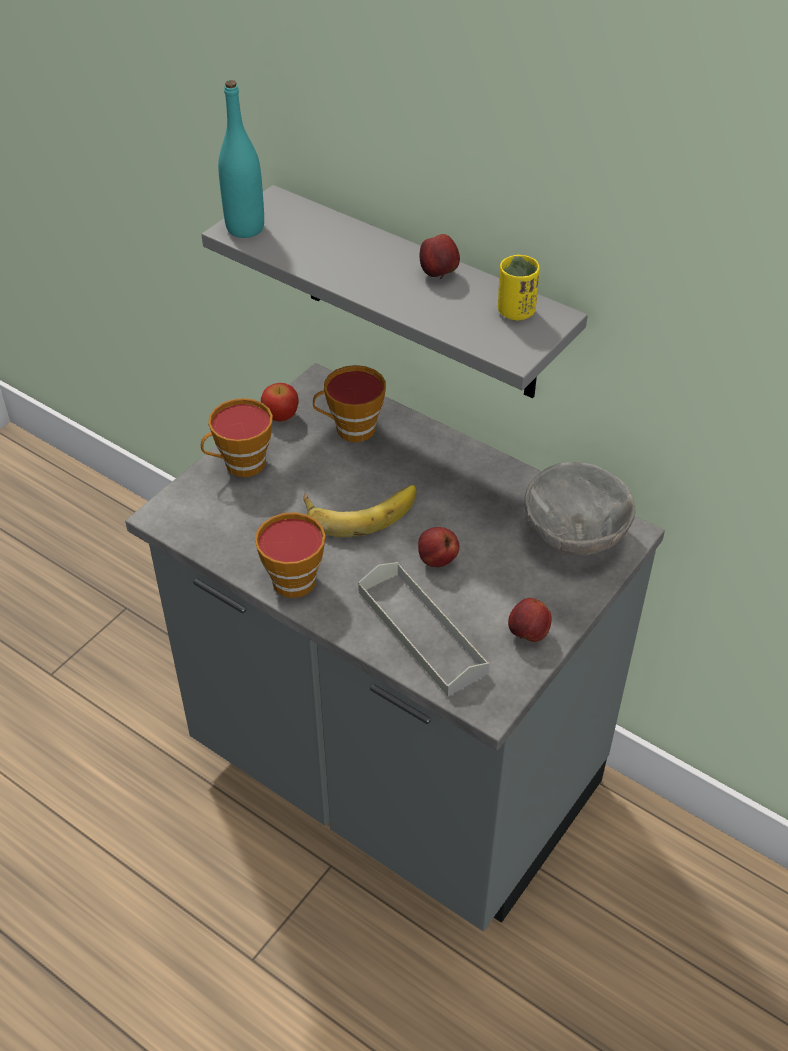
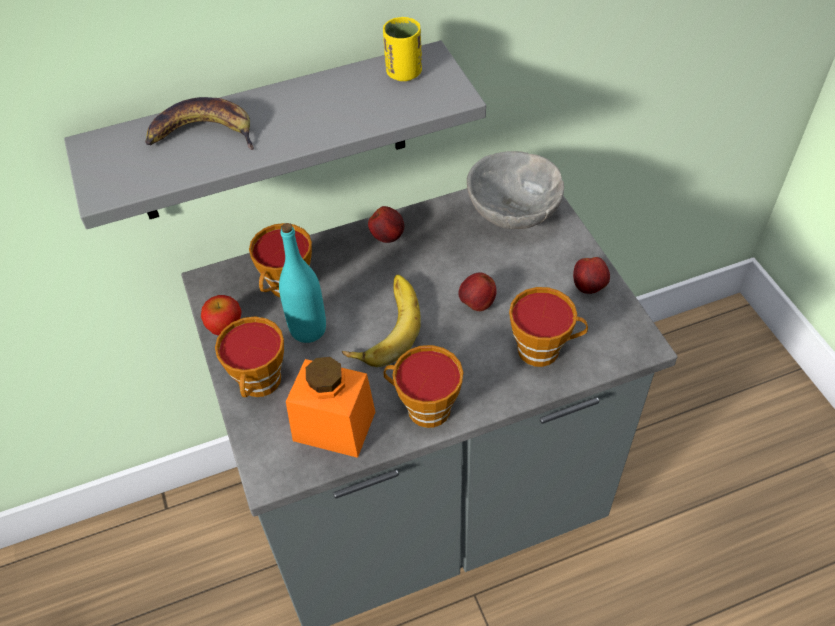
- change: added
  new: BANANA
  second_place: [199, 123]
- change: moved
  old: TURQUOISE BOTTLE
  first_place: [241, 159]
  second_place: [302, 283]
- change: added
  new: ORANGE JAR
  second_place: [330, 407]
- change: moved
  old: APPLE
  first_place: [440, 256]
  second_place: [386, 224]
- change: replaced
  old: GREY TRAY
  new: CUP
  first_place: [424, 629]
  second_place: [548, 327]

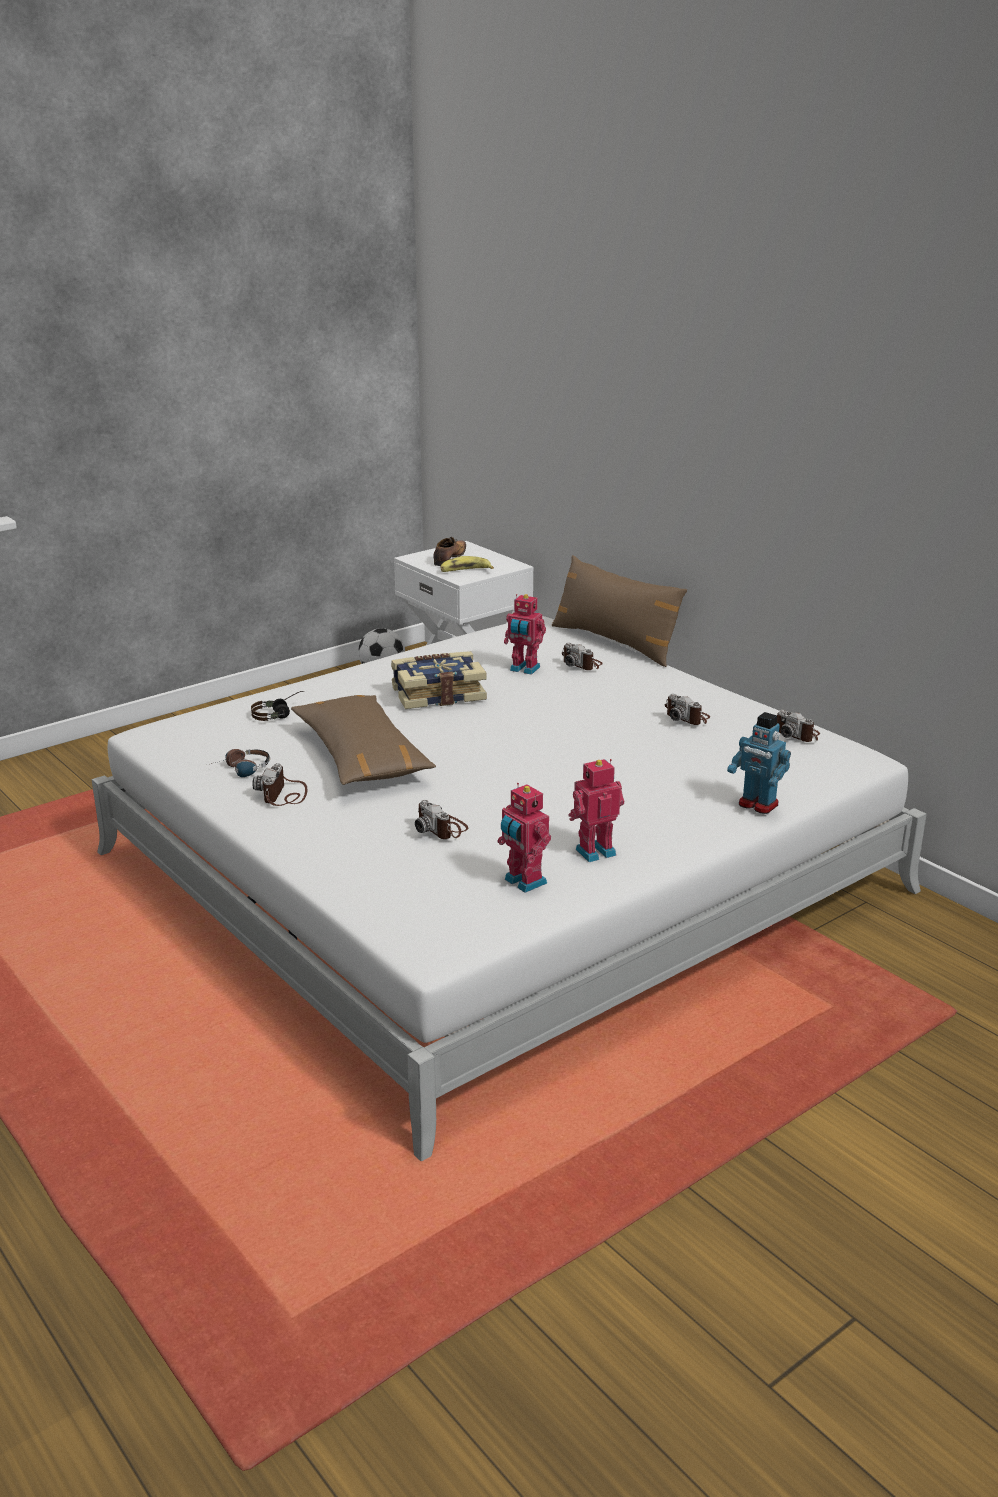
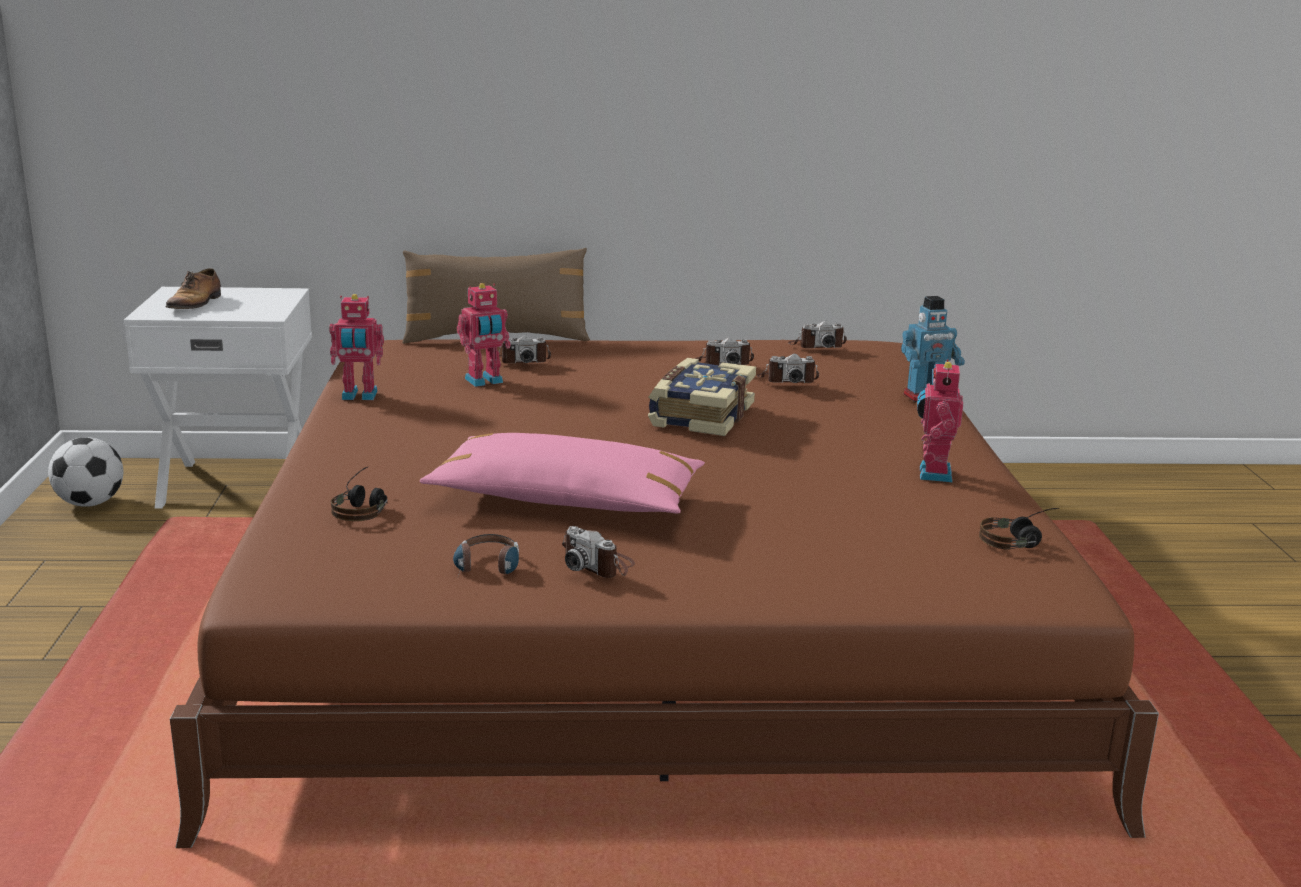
- change: turned
  old: SHOE
  first_place: [450, 551]
  second_place: [193, 288]
  degrees: -135
- change: recoloured
  old: WHITE BED
  new: BROWN BED
  first_place: [509, 888]
  second_place: [664, 593]
- change: moved
  old: TOY ROBOT
  first_place: [524, 838]
  second_place: [356, 347]
- change: recoloured
  old: BROWN PILLOW
  new: PINK PILLOW
  first_place: [363, 740]
  second_place: [562, 473]
- change: moved
  old: BOOK
  first_place: [439, 680]
  second_place: [702, 397]
- change: moved
  old: PHOTO CAMERA
  first_place: [441, 819]
  second_place: [788, 368]
- change: added
  new: HEADPHONES
  second_place: [1019, 529]
- change: removed
  old: BANANA
  first_place: [467, 564]

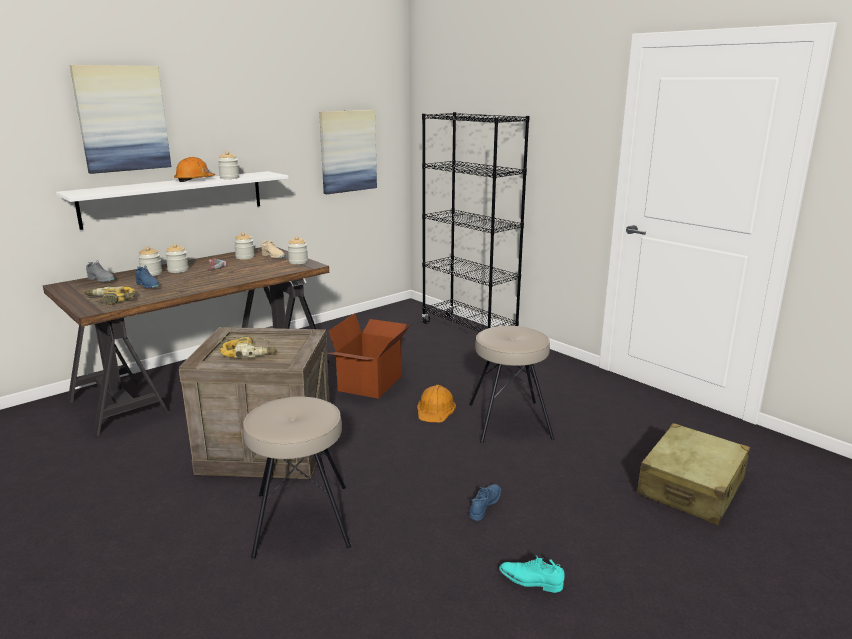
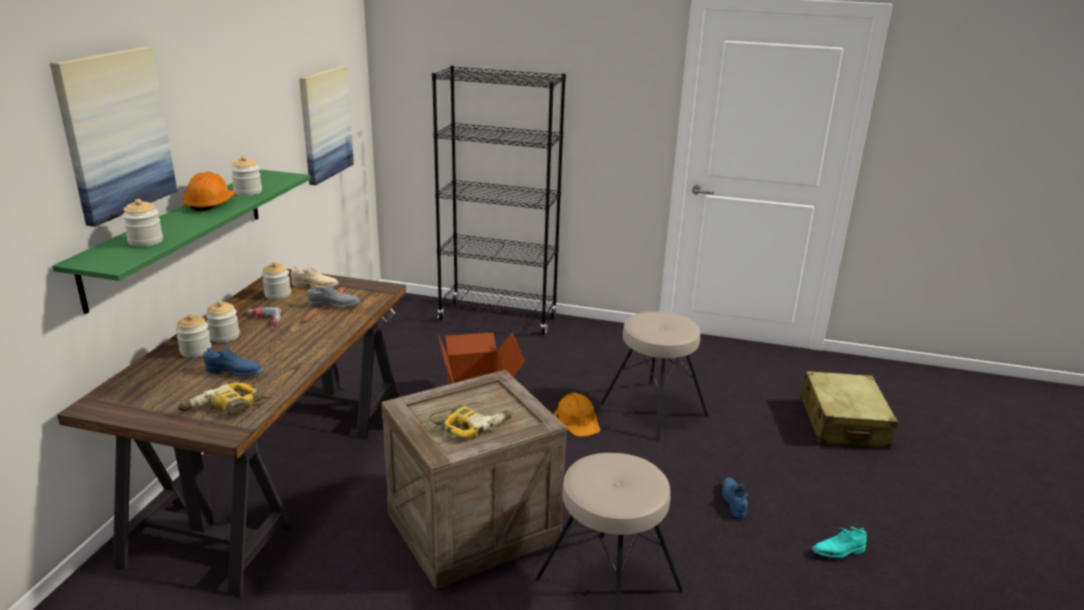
- change: recoloured
  old: WHITE SHELF
  new: GREEN SHELF
  first_place: [172, 200]
  second_place: [181, 242]
- change: moved
  old: JAR
  first_place: [297, 250]
  second_place: [142, 223]
- change: moved
  old: GREY SHOE
  first_place: [100, 271]
  second_place: [333, 295]

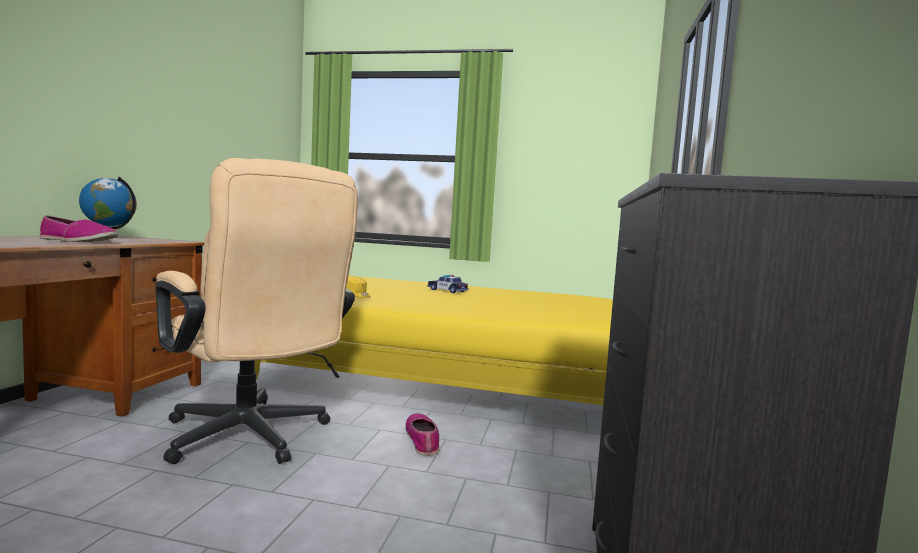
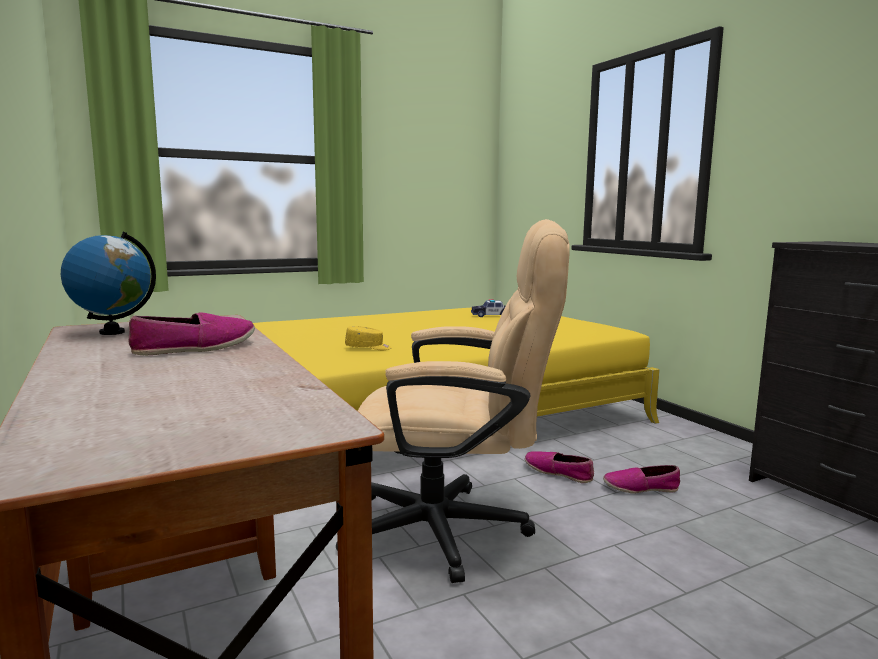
- change: moved
  old: TOY CAR
  first_place: [447, 284]
  second_place: [488, 308]
- change: added
  new: SHOE
  second_place: [641, 479]

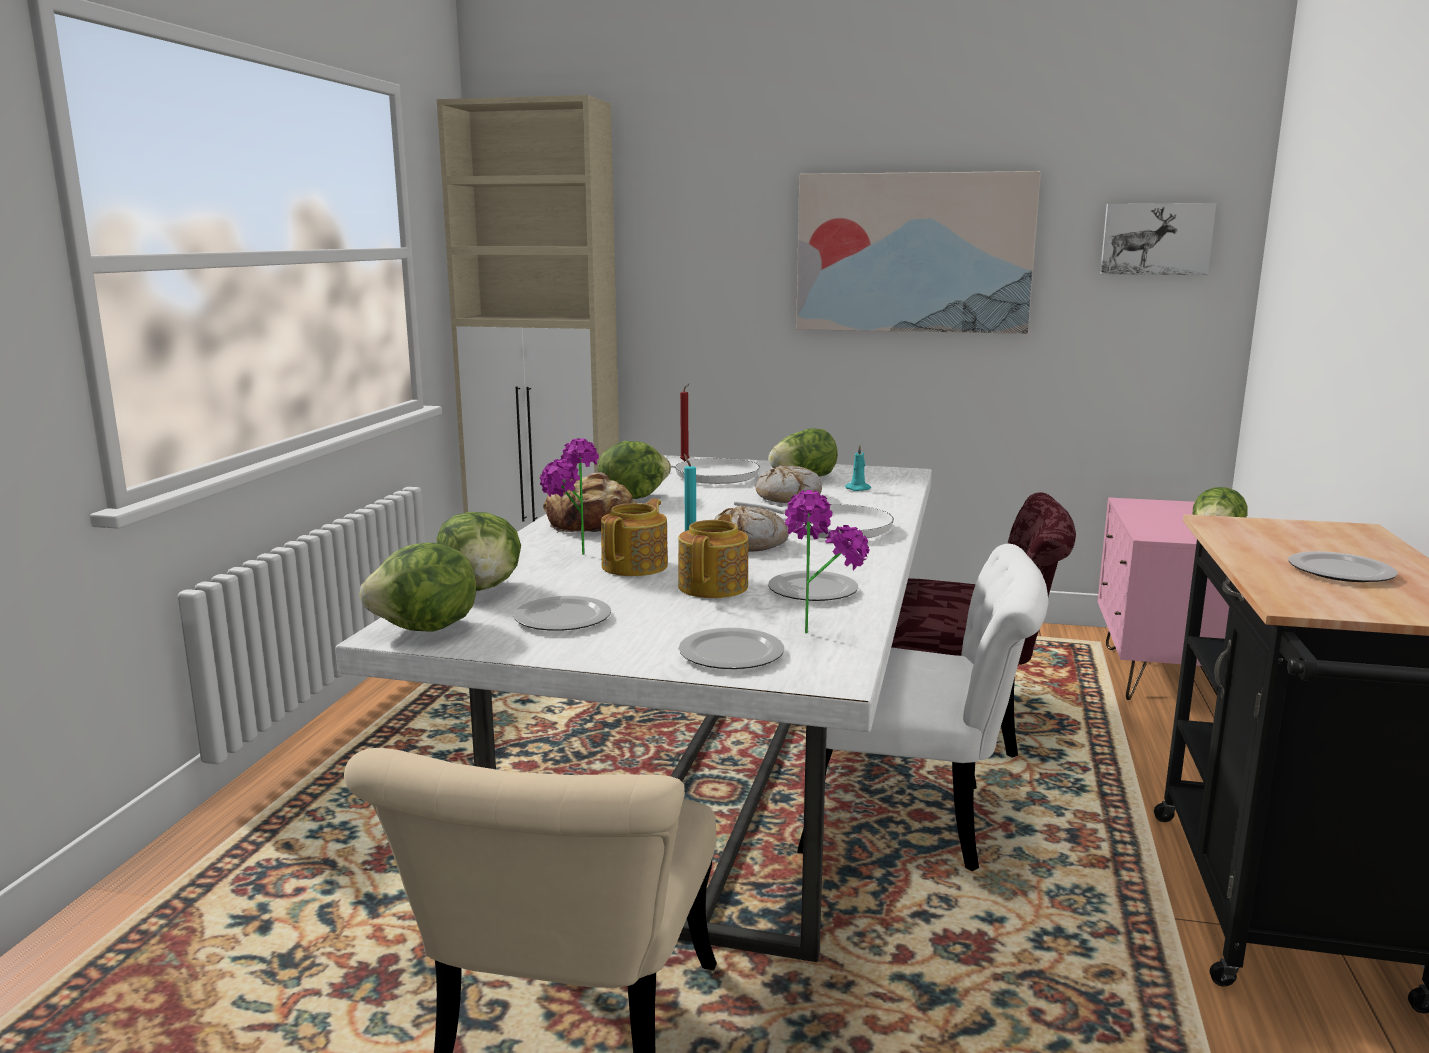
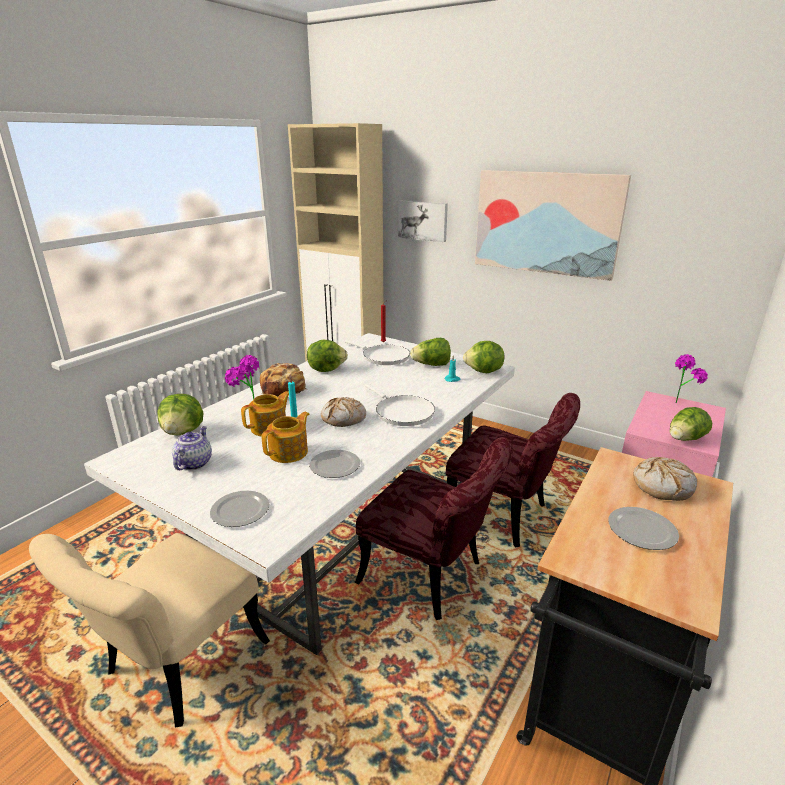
- change: replaced
  old: PLATE
  new: TEAPOT
  first_place: [562, 613]
  second_place: [192, 448]
- change: recoloured
  old: WHITE CHAIR
  new: RED CHAIR
  first_place: [922, 707]
  second_place: [434, 528]
- change: moved
  old: PICTURE
  first_place: [1158, 239]
  second_place: [423, 221]
- change: moved
  old: LETTUCE
  first_place: [417, 587]
  second_place: [483, 357]
- change: moved
  old: BREAD
  first_place: [788, 484]
  second_place: [665, 479]
- change: moved
  old: POTTED PLANT
  first_place: [827, 561]
  second_place: [691, 378]

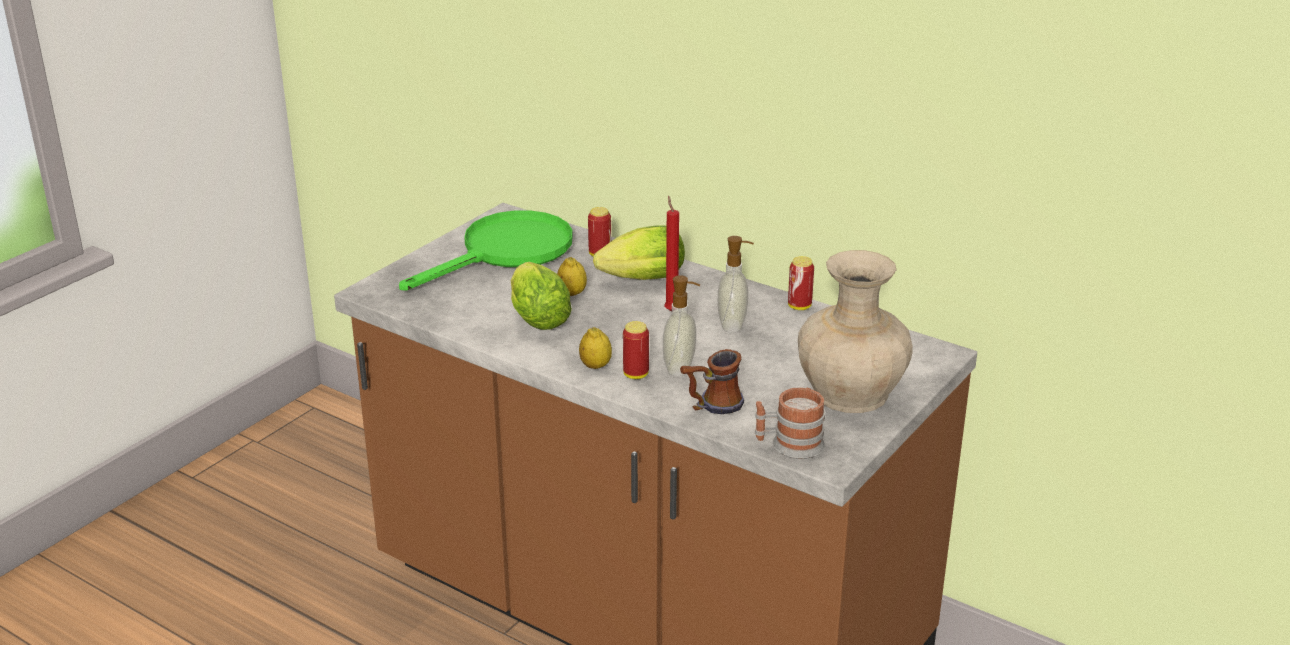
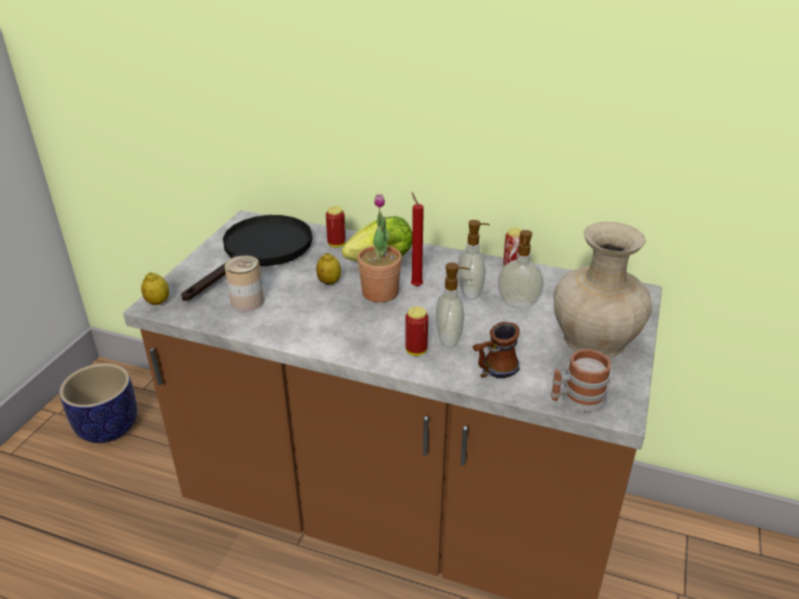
- change: added
  new: PLANTER
  second_place: [98, 403]
- change: moved
  old: LEMON
  first_place: [595, 348]
  second_place: [155, 288]
- change: recoloured
  old: GREEN FRYING PAN
  new: BLACK FRYING PAN
  first_place: [486, 250]
  second_place: [247, 258]
- change: added
  new: CAN
  second_place: [244, 284]
- change: added
  new: POTTED PLANT
  second_place: [379, 248]
- change: added
  new: SOAP DISPENSER
  second_place: [521, 268]
- change: removed
  old: LETTUCE
  first_place: [541, 296]

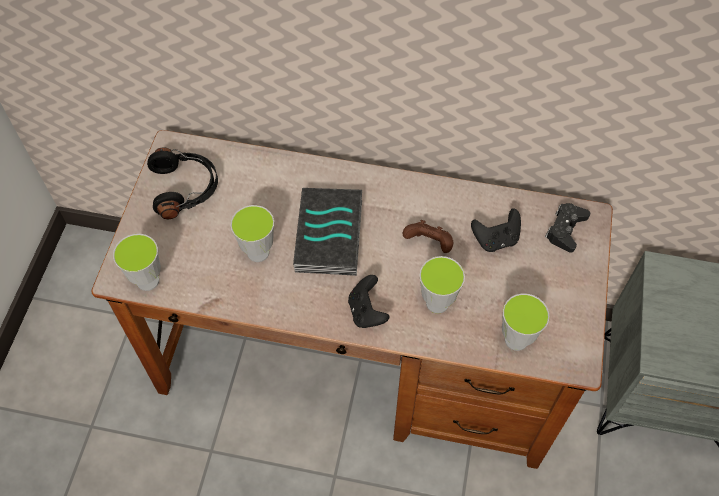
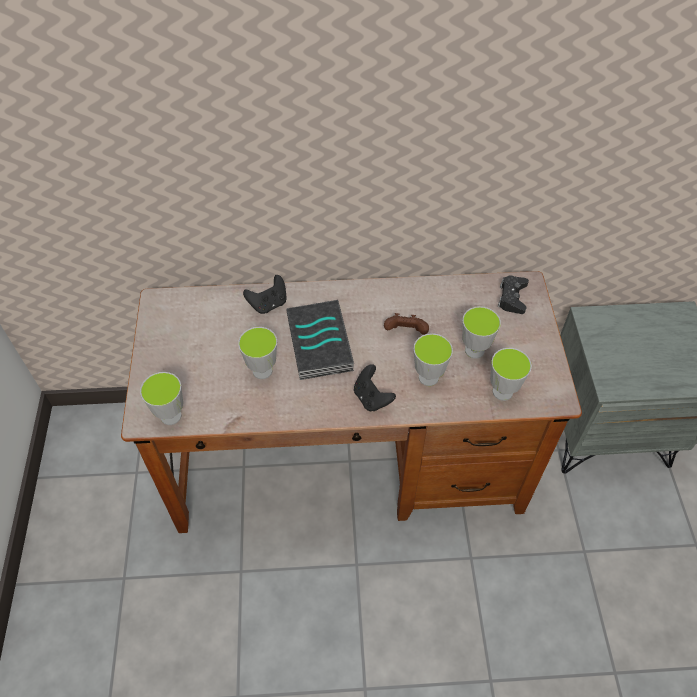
- change: moved
  old: BLACK GAME CONTROLLER
  first_place: [496, 230]
  second_place: [265, 294]
- change: added
  new: CUP
  second_place: [481, 332]
- change: removed
  old: BLACK HEADPHONES
  first_place: [182, 183]

